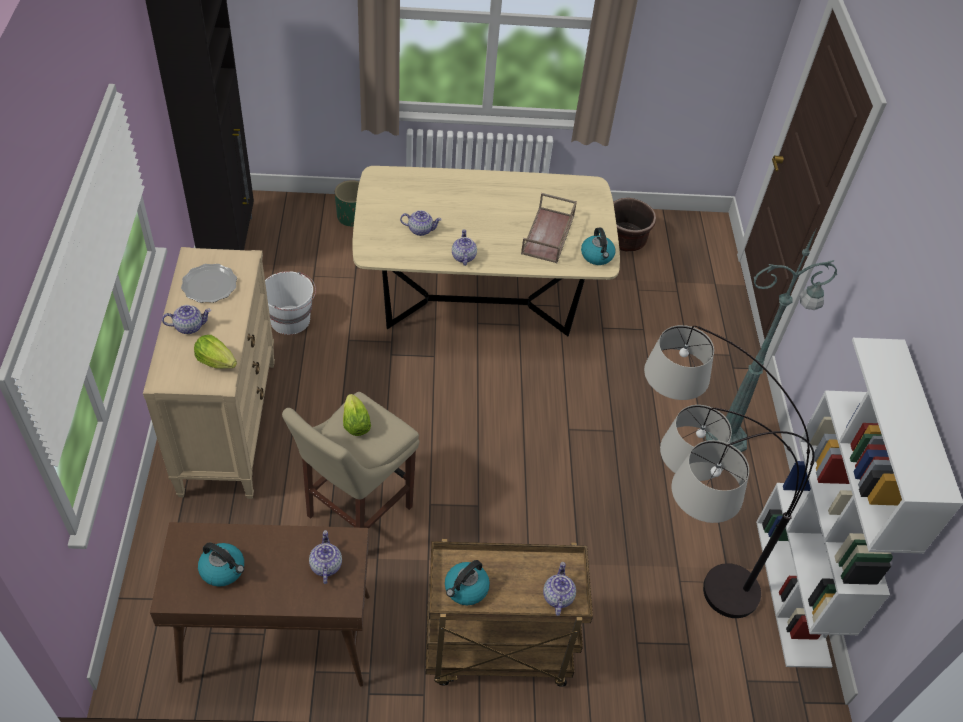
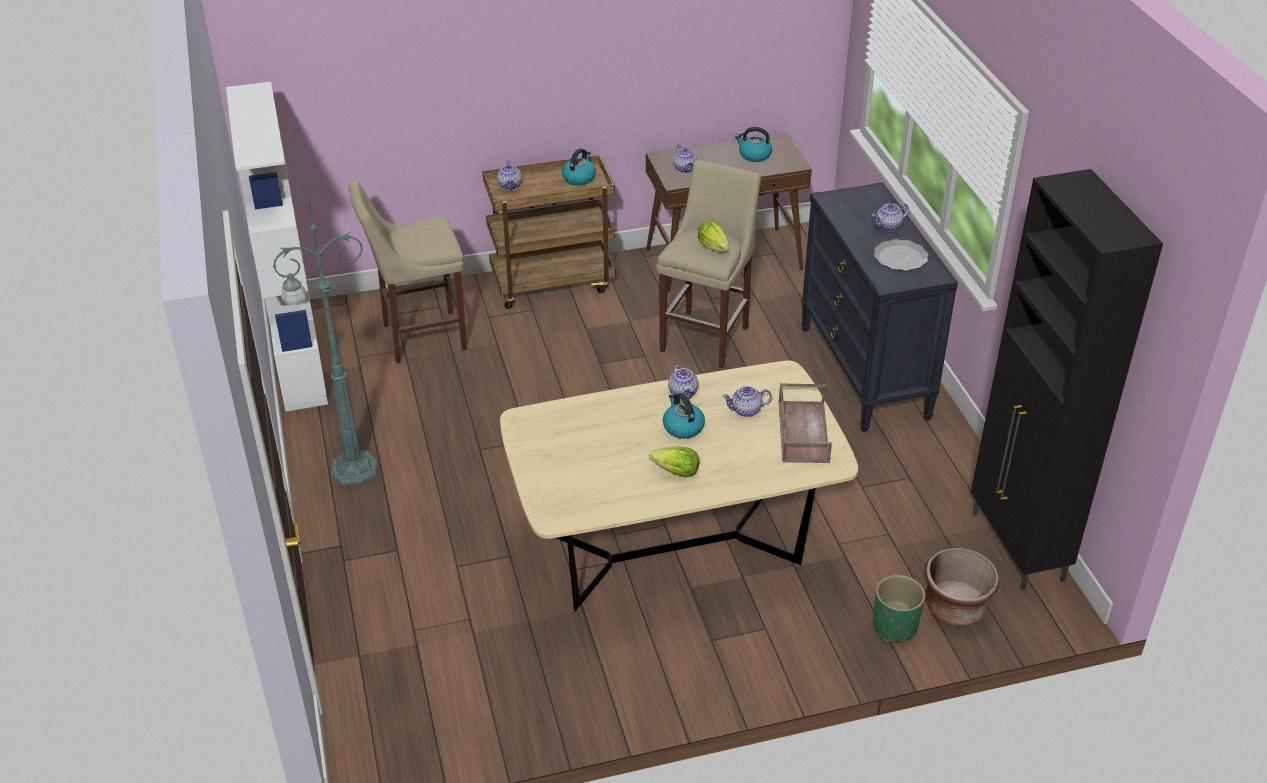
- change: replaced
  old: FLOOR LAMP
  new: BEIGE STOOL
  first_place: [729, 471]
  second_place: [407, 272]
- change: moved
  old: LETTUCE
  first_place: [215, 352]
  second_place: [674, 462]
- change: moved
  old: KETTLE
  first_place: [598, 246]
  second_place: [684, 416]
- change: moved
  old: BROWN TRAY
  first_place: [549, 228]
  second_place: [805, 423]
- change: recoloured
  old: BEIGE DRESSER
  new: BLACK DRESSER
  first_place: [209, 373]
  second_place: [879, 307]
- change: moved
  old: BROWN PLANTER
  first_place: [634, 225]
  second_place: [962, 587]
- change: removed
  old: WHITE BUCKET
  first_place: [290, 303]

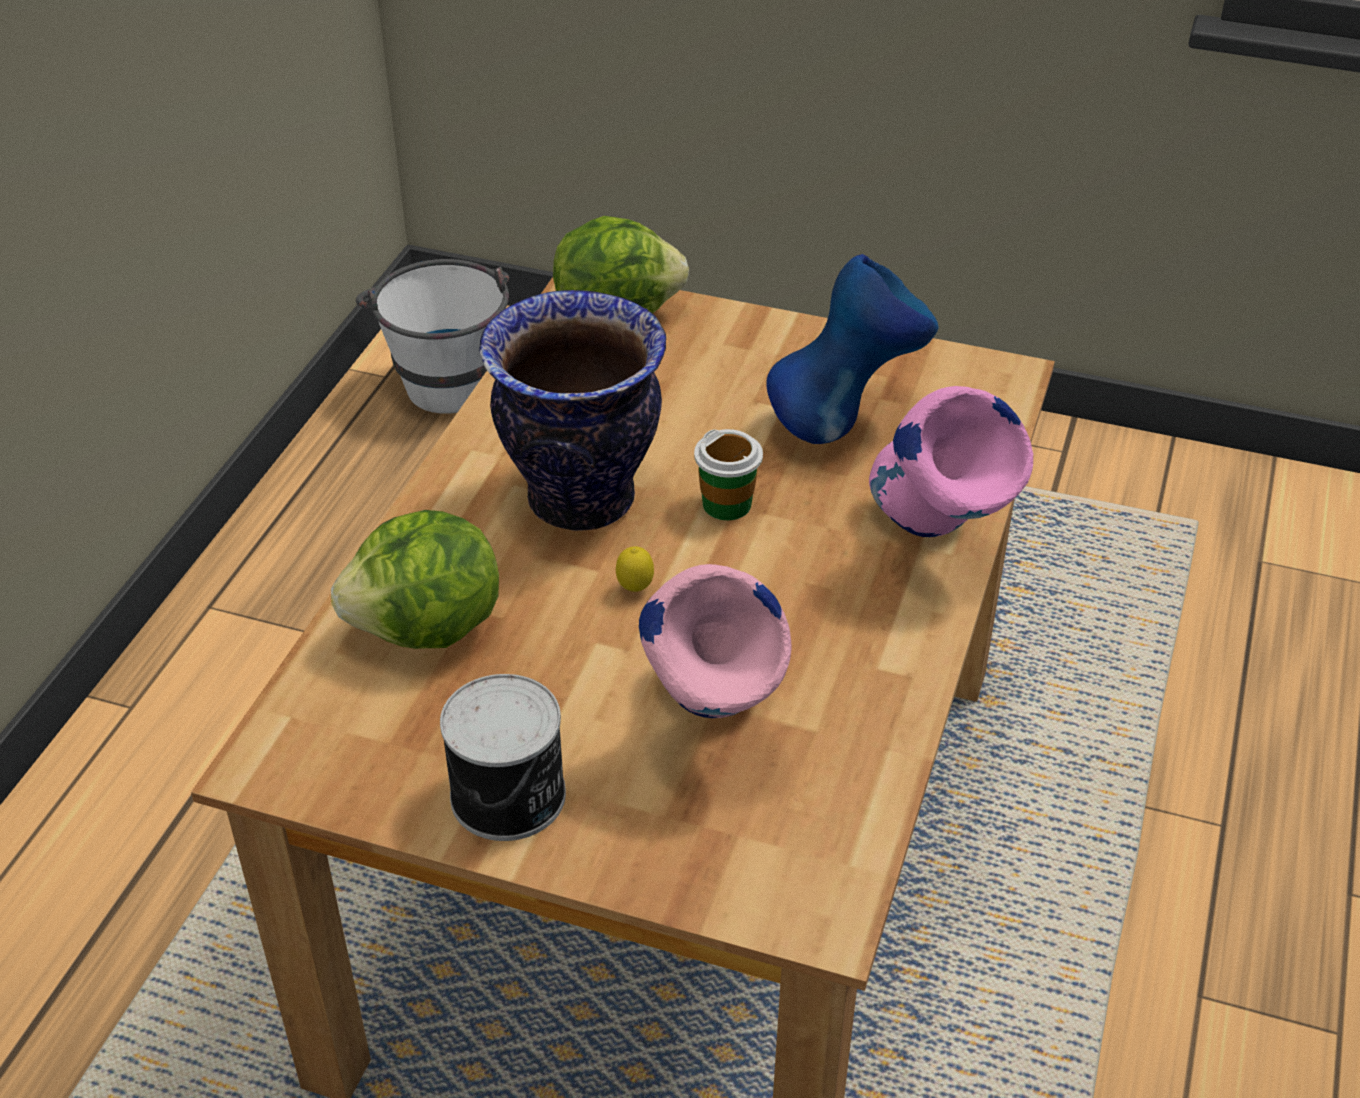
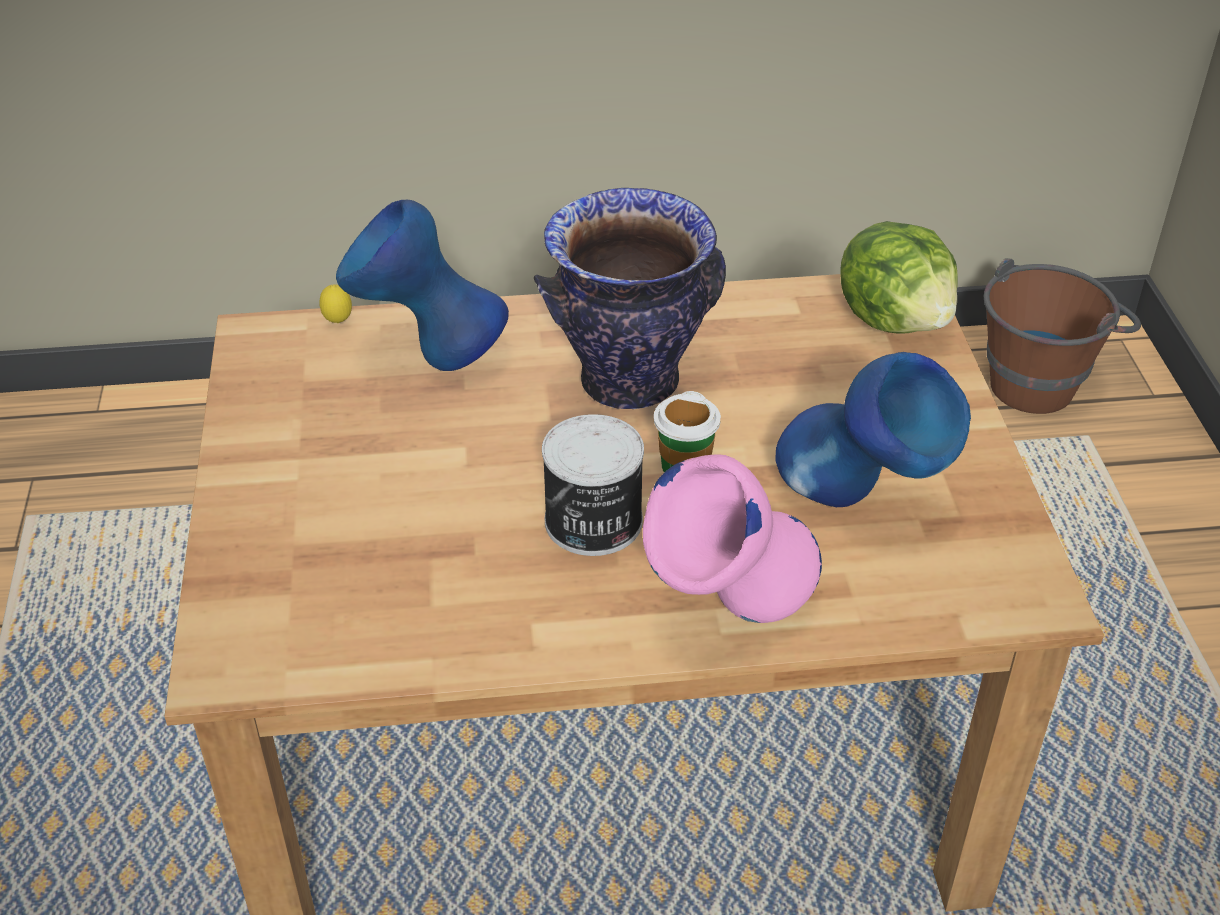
- change: moved
  old: LEMON
  first_place: [635, 569]
  second_place: [335, 303]
- change: replaced
  old: LETTUCE
  new: BLUE VASE
  first_place: [415, 579]
  second_place: [422, 285]
- change: moved
  old: CAN
  first_place: [503, 757]
  second_place: [593, 485]
- change: recoloured
  old: WHITE BUCKET
  new: BROWN BUCKET
  first_place: [432, 336]
  second_place: [1062, 336]
- change: removed
  old: PINK VASE
  first_place: [715, 641]

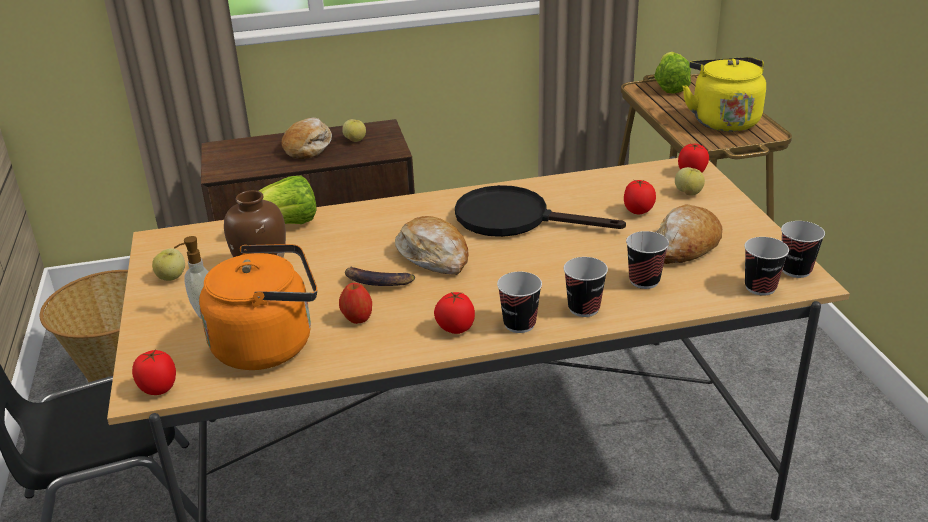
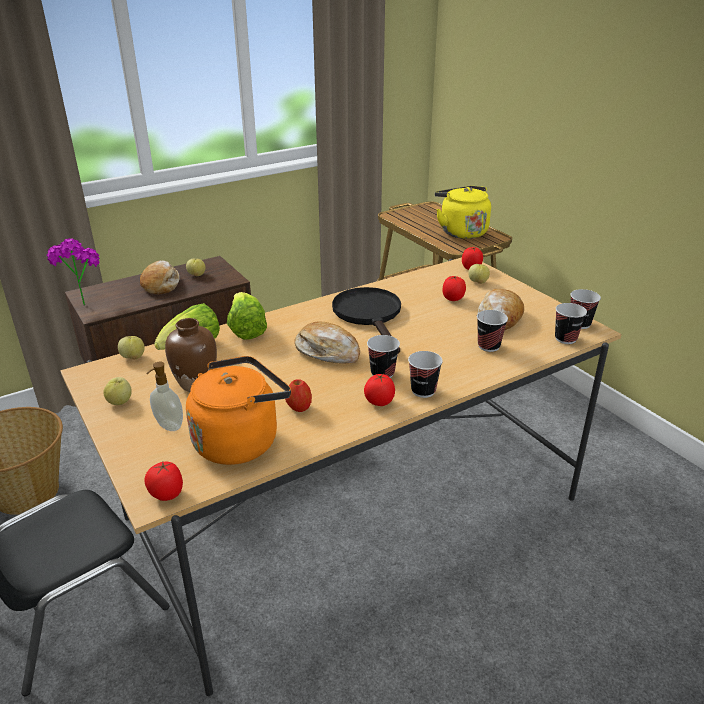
- change: added
  new: POTTED PLANT
  second_place: [73, 272]
- change: added
  new: APPLE
  second_place: [131, 347]
- change: moved
  old: LETTUCE
  first_place: [672, 73]
  second_place: [247, 316]
- change: turned
  old: BLACK FRYING PAN
  first_place: [540, 211]
  second_place: [366, 320]
  degrees: 75
- change: moved
  old: CUP
  first_place: [586, 287]
  second_place: [383, 356]
- change: removed
  old: BANANA
  first_place: [380, 276]

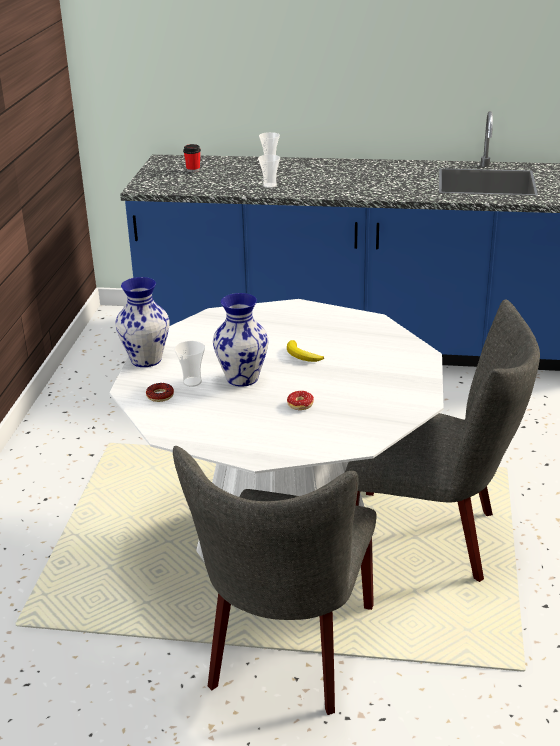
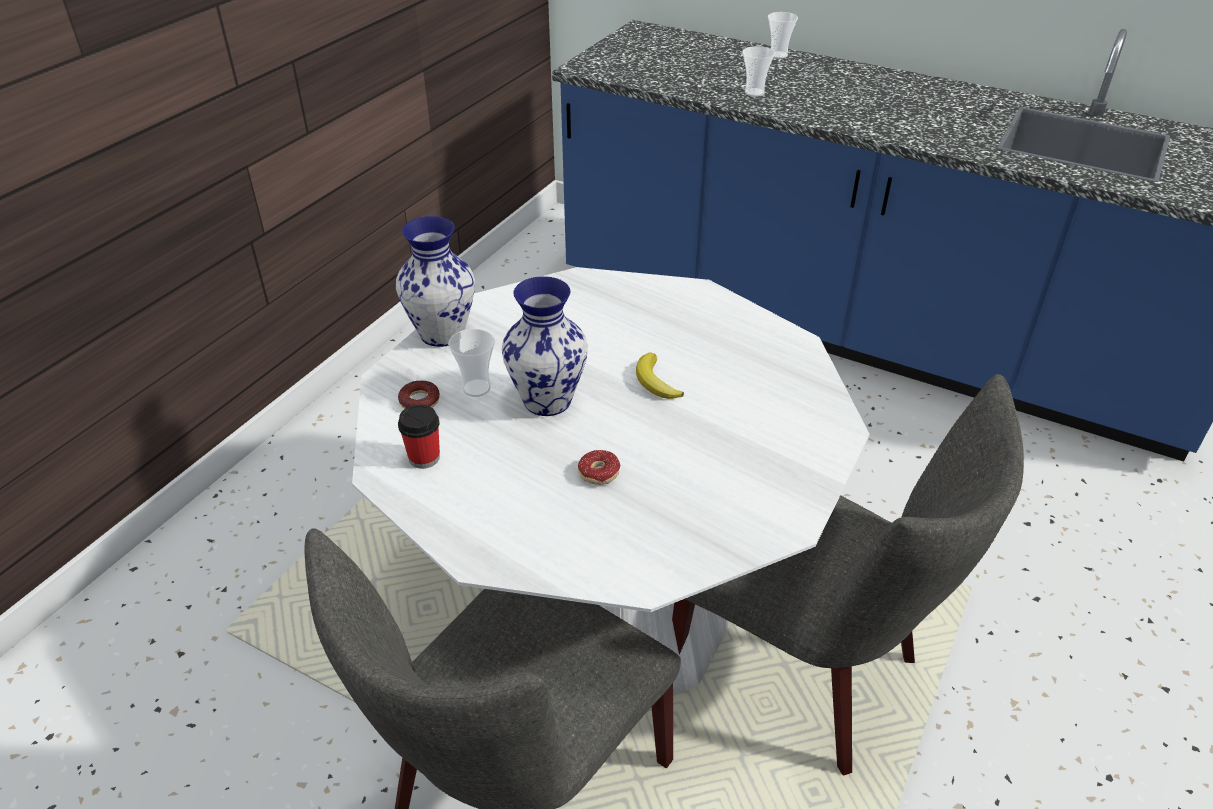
- change: moved
  old: CUP
  first_place: [192, 158]
  second_place: [419, 436]

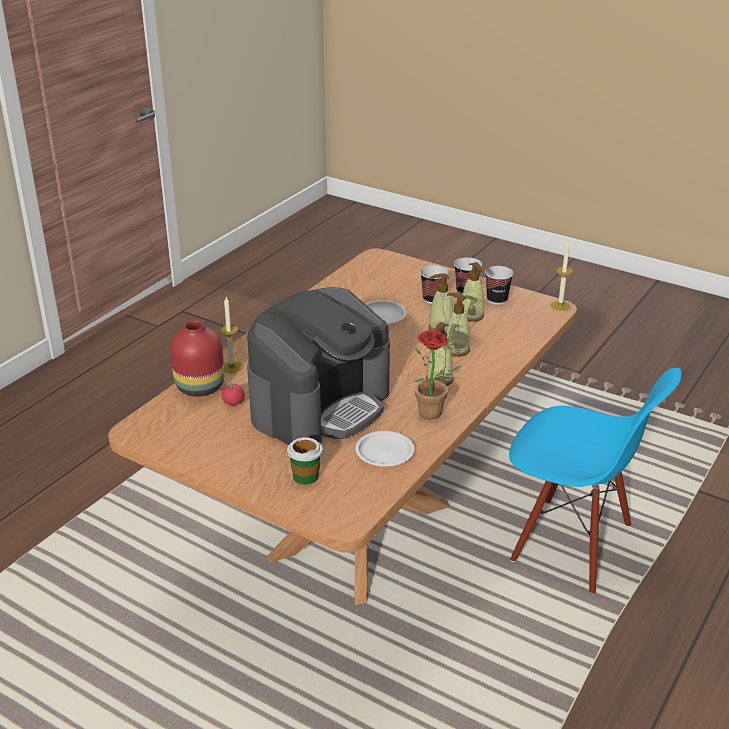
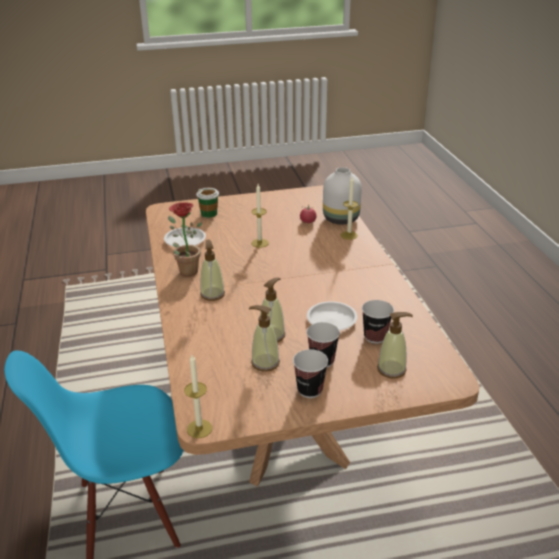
- change: replaced
  old: COFFEE MACHINE
  new: CANDLE
  first_place: [318, 366]
  second_place: [260, 216]
- change: recoloured
  old: RED VASE
  new: WHITE VASE
  first_place: [197, 358]
  second_place: [342, 196]
- change: moved
  old: CUP
  first_place: [499, 285]
  second_place: [378, 322]
- change: moved
  old: SOAP DISPENSER
  first_place: [458, 325]
  second_place: [395, 345]

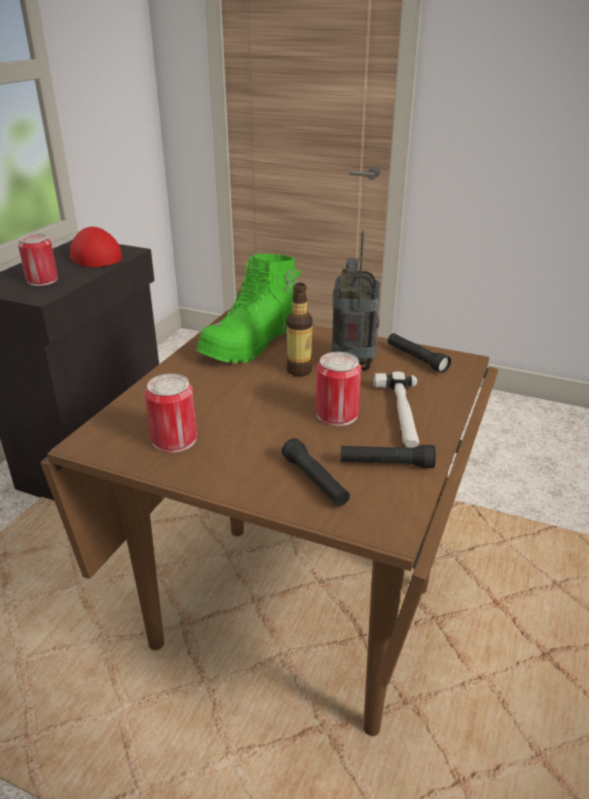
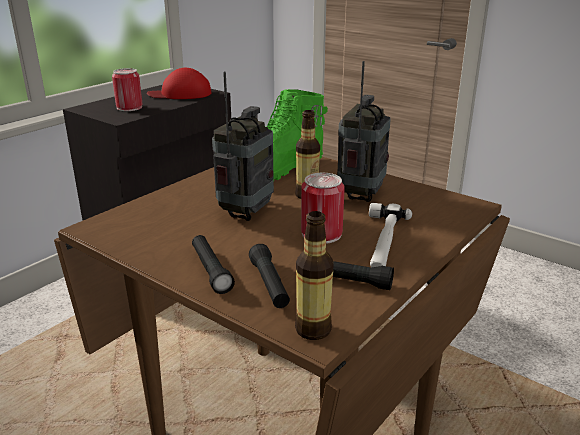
- change: turned
  old: RED CAP
  first_place: [96, 247]
  second_place: [179, 83]
  degrees: -75
- change: moved
  old: BLACK FLASHLIGHT
  first_place: [419, 353]
  second_place: [213, 264]
- change: added
  new: RADIO
  second_place: [243, 146]
- change: added
  new: BOTTLE
  second_place: [314, 275]
- change: removed
  old: CAN
  first_place: [171, 413]

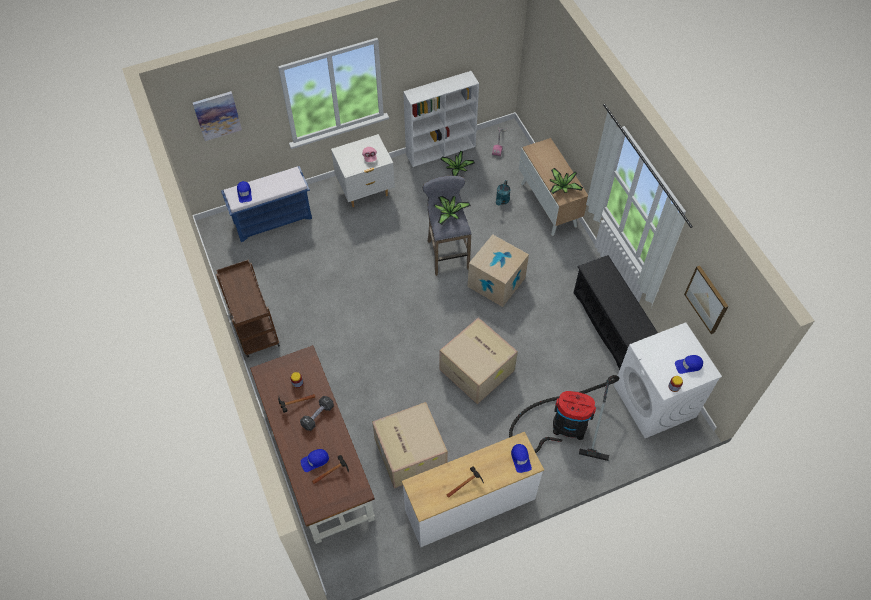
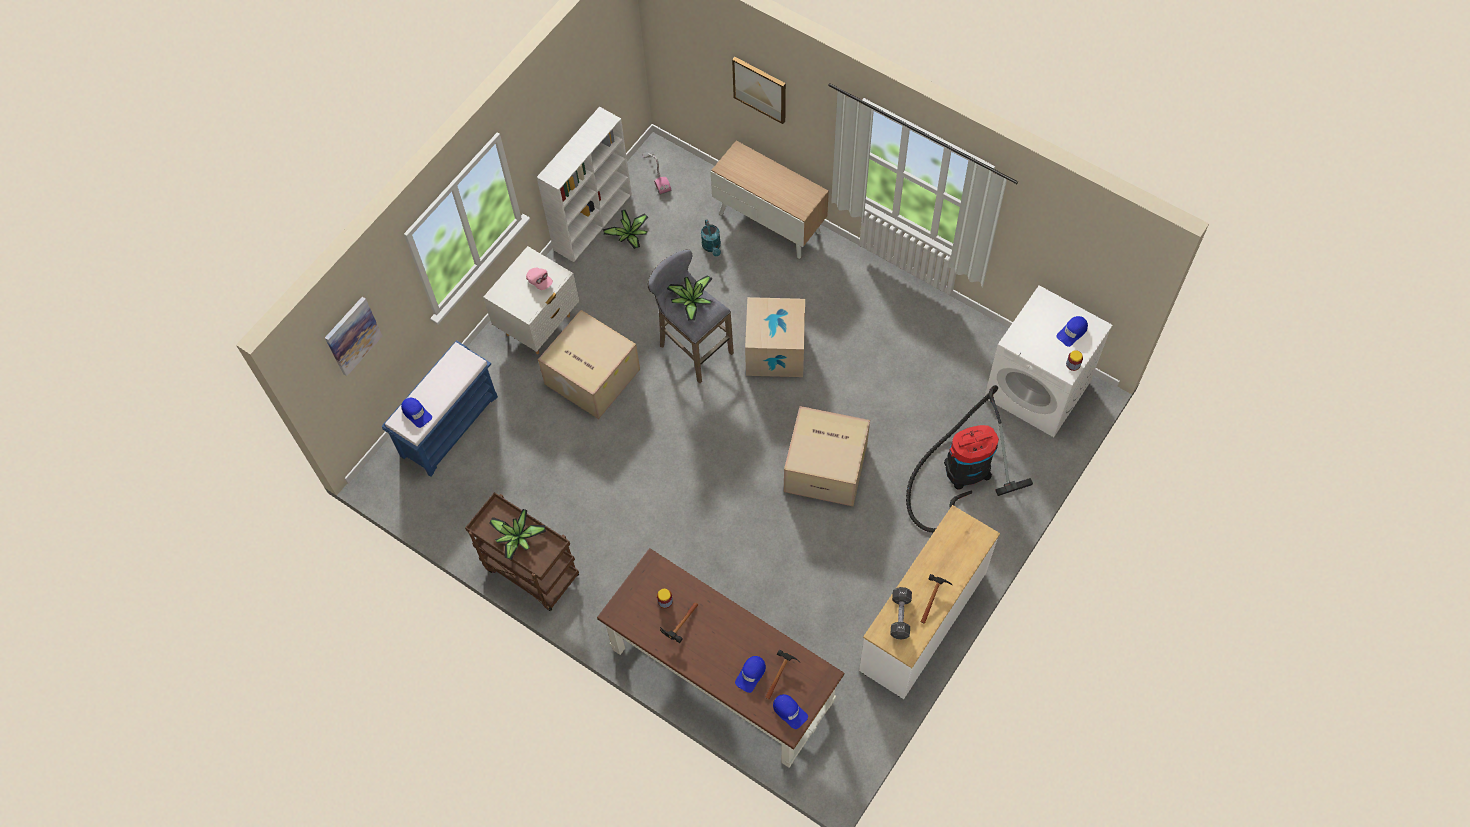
- change: moved
  old: POTTED PLANT
  first_place: [566, 181]
  second_place: [517, 534]
- change: moved
  old: CARDBOARD BOX
  first_place: [410, 445]
  second_place: [589, 364]
- change: moved
  old: PICTURE
  first_place: [706, 299]
  second_place: [759, 90]
- change: moved
  old: BLUE CAP
  first_place: [521, 458]
  second_place: [790, 711]
- change: moved
  old: BLACK DUMBBELL
  first_place: [317, 413]
  second_place: [901, 613]
- change: removed
  old: BLACK SHOE RACK
  first_place: [616, 312]

